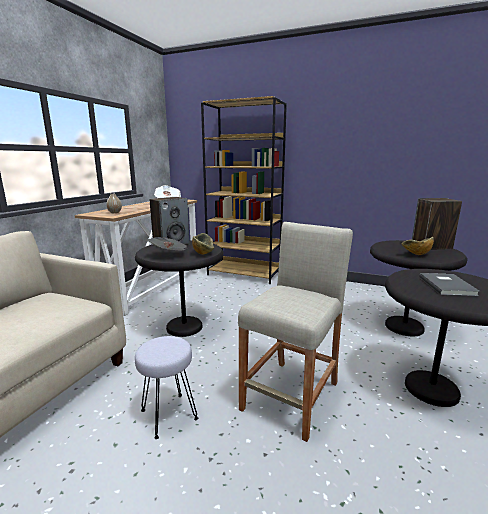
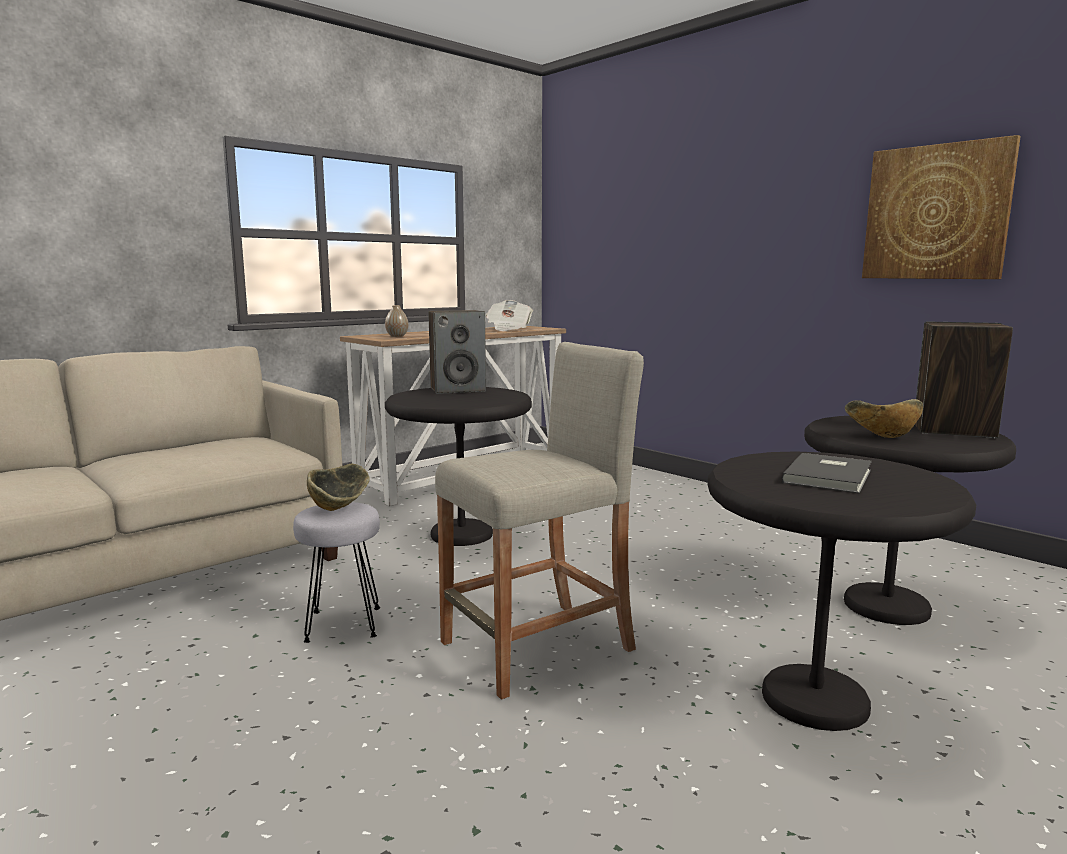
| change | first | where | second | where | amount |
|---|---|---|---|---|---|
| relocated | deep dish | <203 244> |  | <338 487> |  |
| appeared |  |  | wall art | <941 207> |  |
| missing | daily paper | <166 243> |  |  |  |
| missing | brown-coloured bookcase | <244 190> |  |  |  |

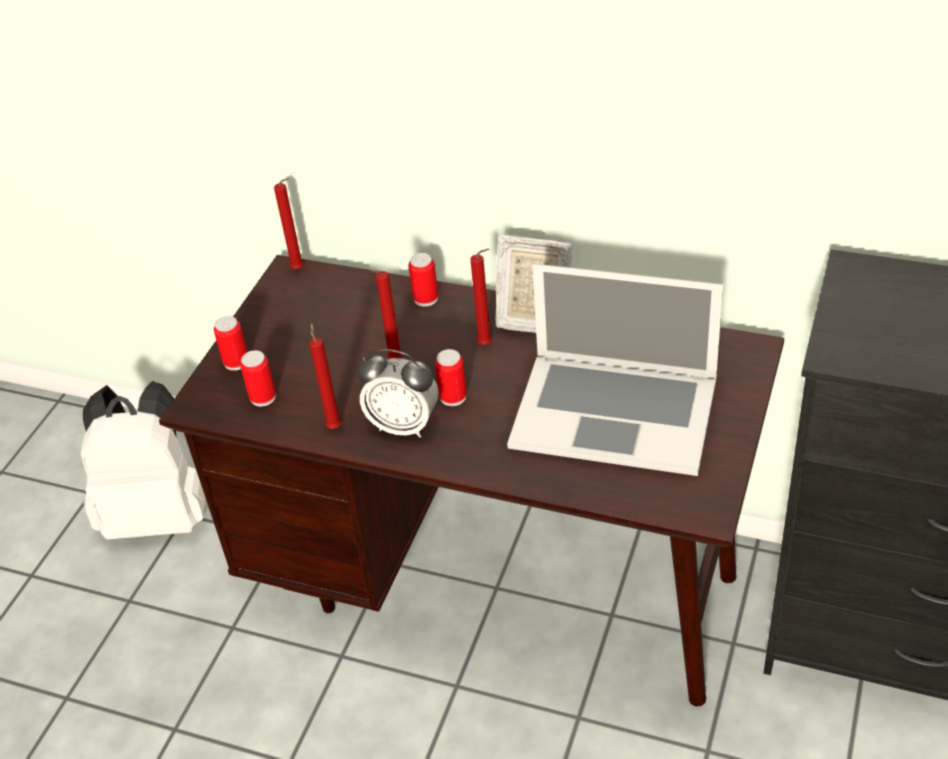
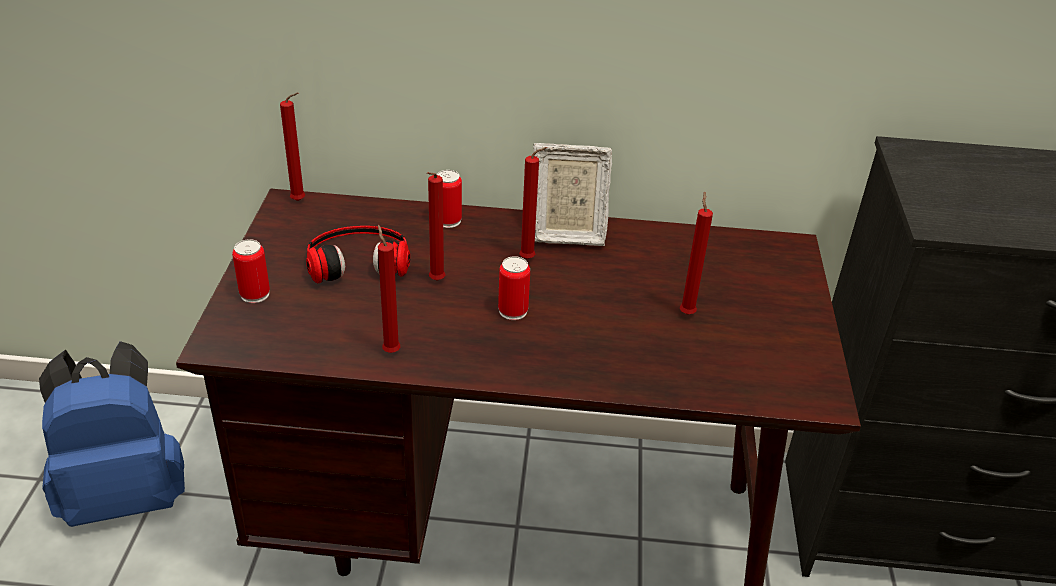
| change | first | where | second | where | amount |
|---|---|---|---|---|---|
| colour | white-coloured rucksack | <143 460> | blue rucksack | <112 434> |  |
| appeared |  |  | headset | <358 254> |  |
| exchanged | portable computer | <615 369> | reddish wax candle | <696 252> |  |
| missing | metal can | <258 378> |  |  |  |
| missing | bedside clock | <398 393> |  |  |  |

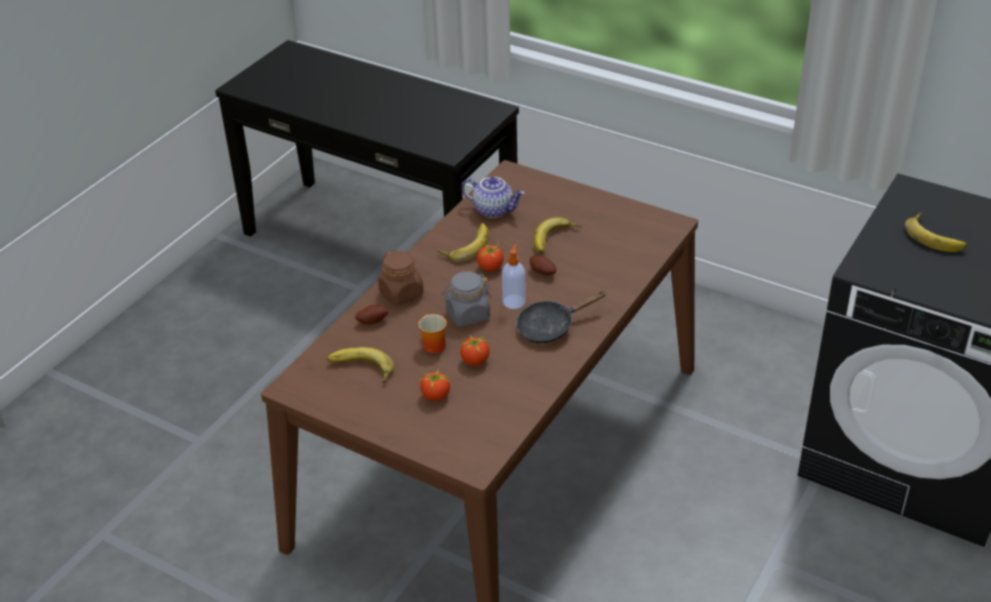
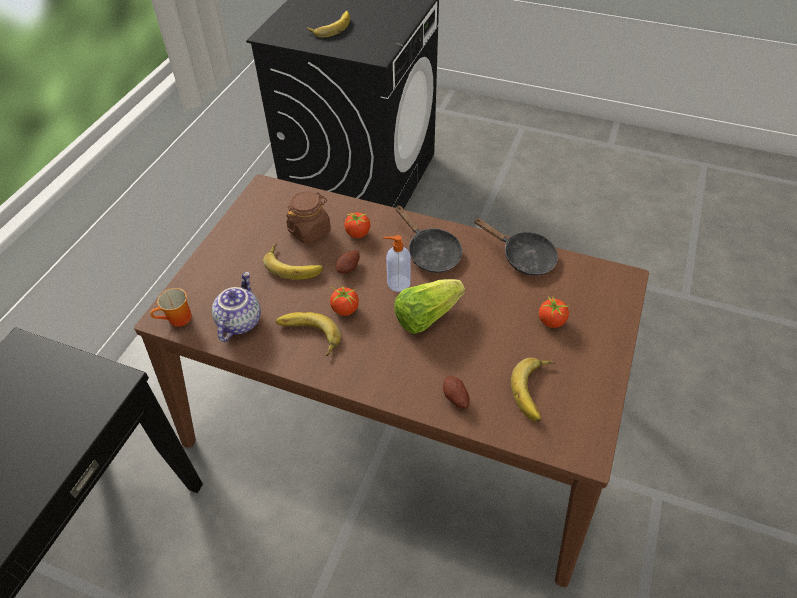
| change | first | where | second | where | amount |
|---|---|---|---|---|---|
| relocated | tea mug | <432 333> |  | <171 307> |  |
| relocated | brown-coloured storage jar | <401 277> |  | <308 217> |  |
| relocated | tomato | <474 350> |  | <357 225> |  |
| exchanged | gray storage jar | <466 299> | lettuce head | <429 306> |  |
| appeared |  |  | black-coloured frying pan | <516 247> |  |

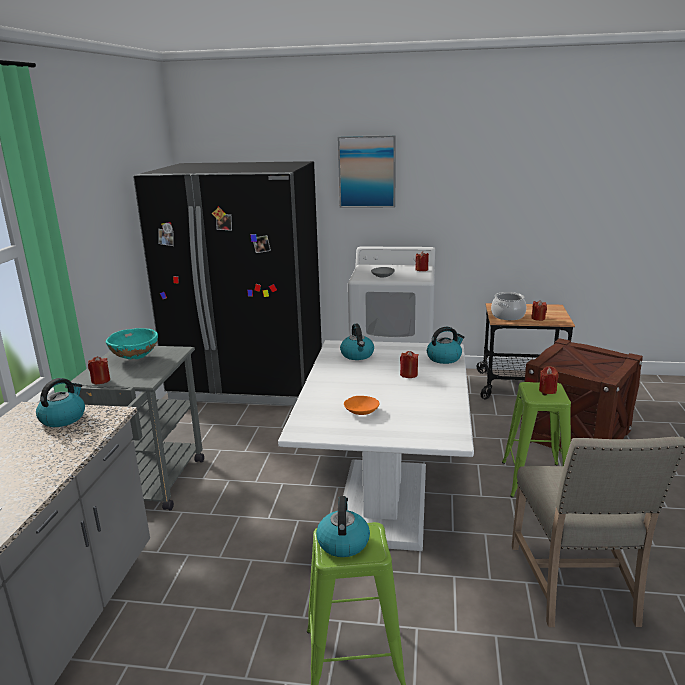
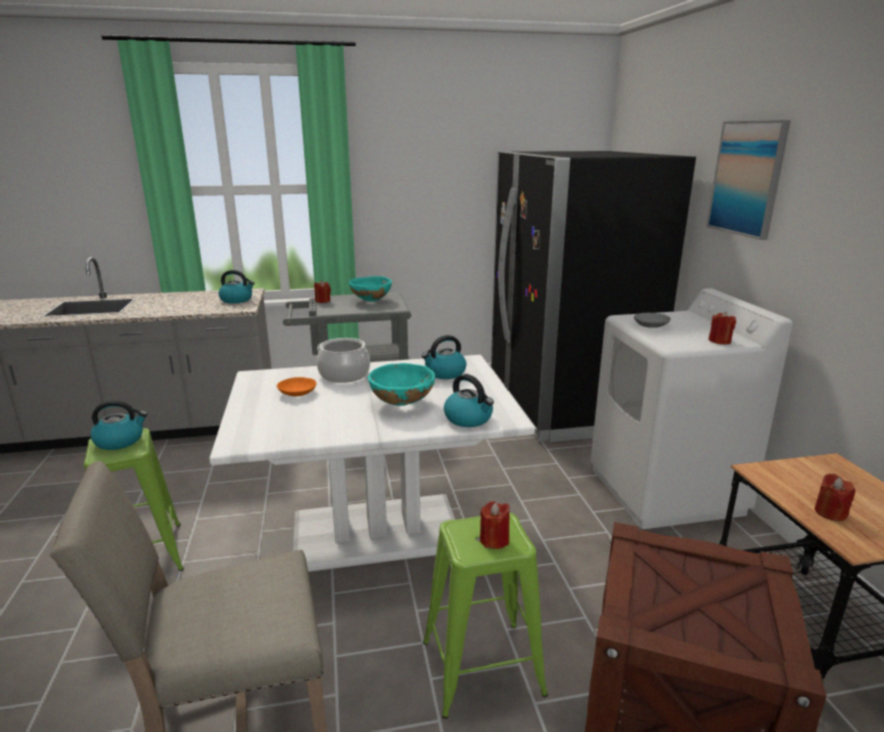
| change | first | where | second | where | amount |
|---|---|---|---|---|---|
| relocated | cooking pot | <508 306> |  | <343 360> |  |
| exchanged | reddish wax candle | <409 364> | turquoise deep dish | <401 384> |  |

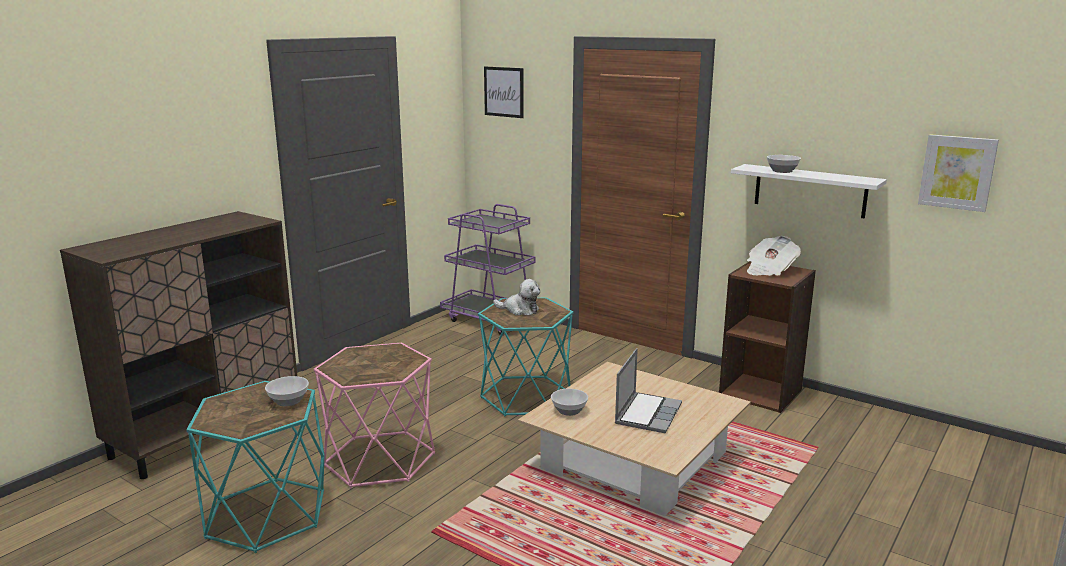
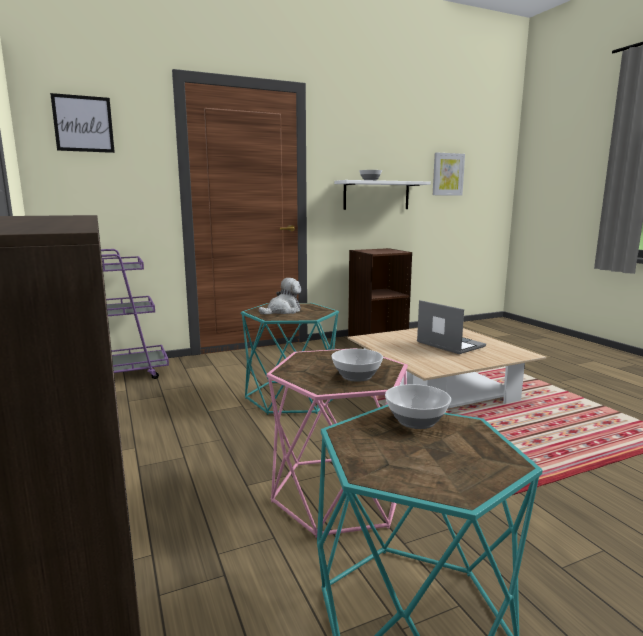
| change | first | where | second | where | amount |
|---|---|---|---|---|---|
| relocated | deep dish | <569 402> |  | <357 365> |  |
| missing | daily paper | <774 256> |  |  |  |

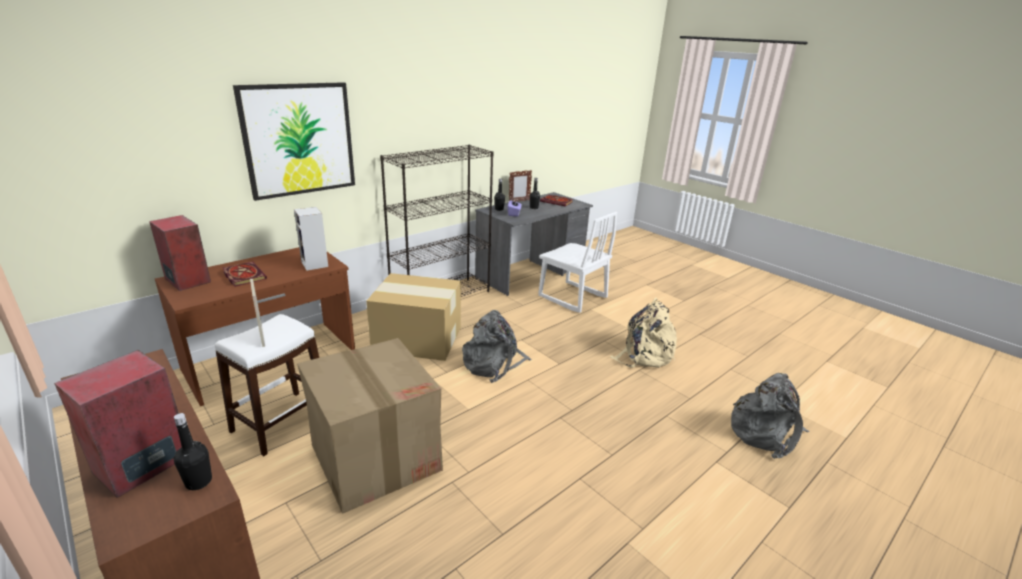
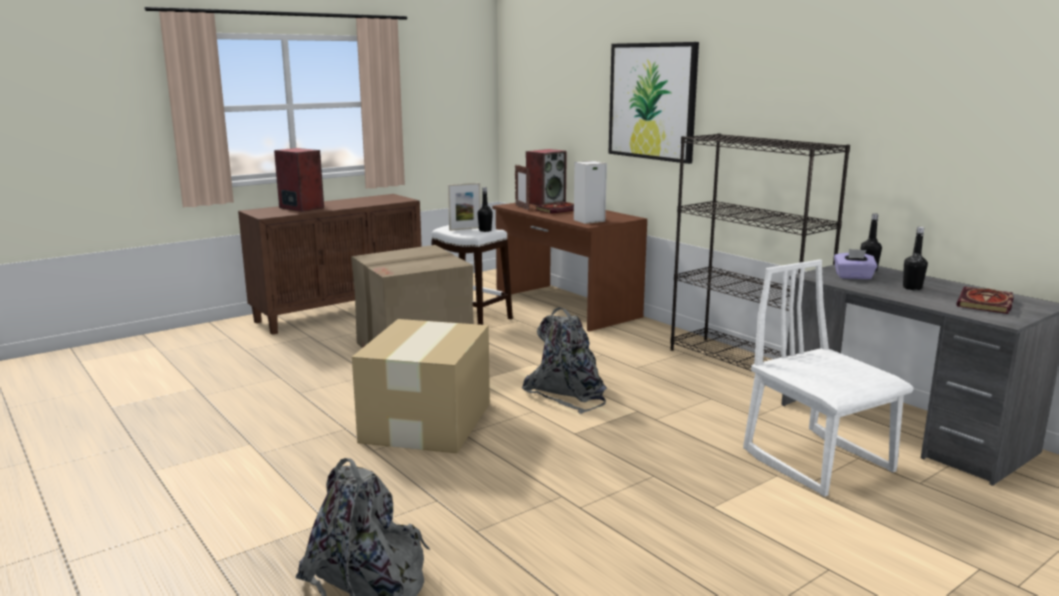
| change | first | where | second | where | amount |
|---|---|---|---|---|---|
| relocated | packing box | <413 317> |  | <421 386> |  |
| relocated | black-coloured beverage bottle | <193 451> |  | <485 209> |  |
| relocated | standing frame | <520 186> |  | <522 188> |  |
| spun | white-coloured upright chair | <577 262> |  | <828 378> | 105 degrees clockwise |
| missing | beige rucksack | <643 332> |  |  |  |

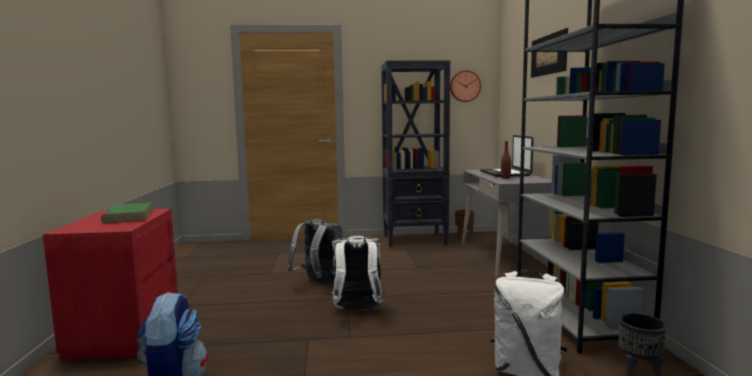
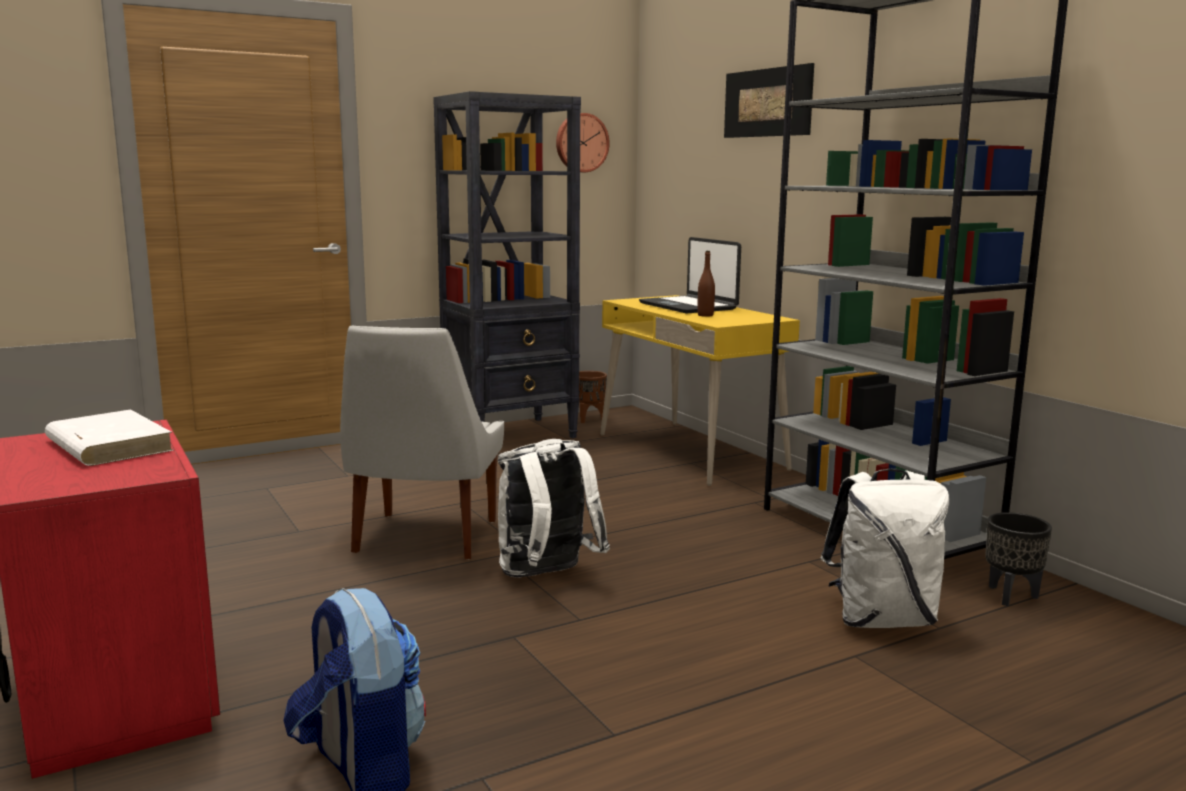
| change | first | where | second | where | amount |
|---|---|---|---|---|---|
| colour | green-coloured book | <127 213> | white-coloured book | <109 437> |  |
| exchanged | gray rucksack | <314 252> | white-coloured upright chair | <422 443> |  |
| colour | gray desk | <507 224> | yellow desk | <700 390> |  |

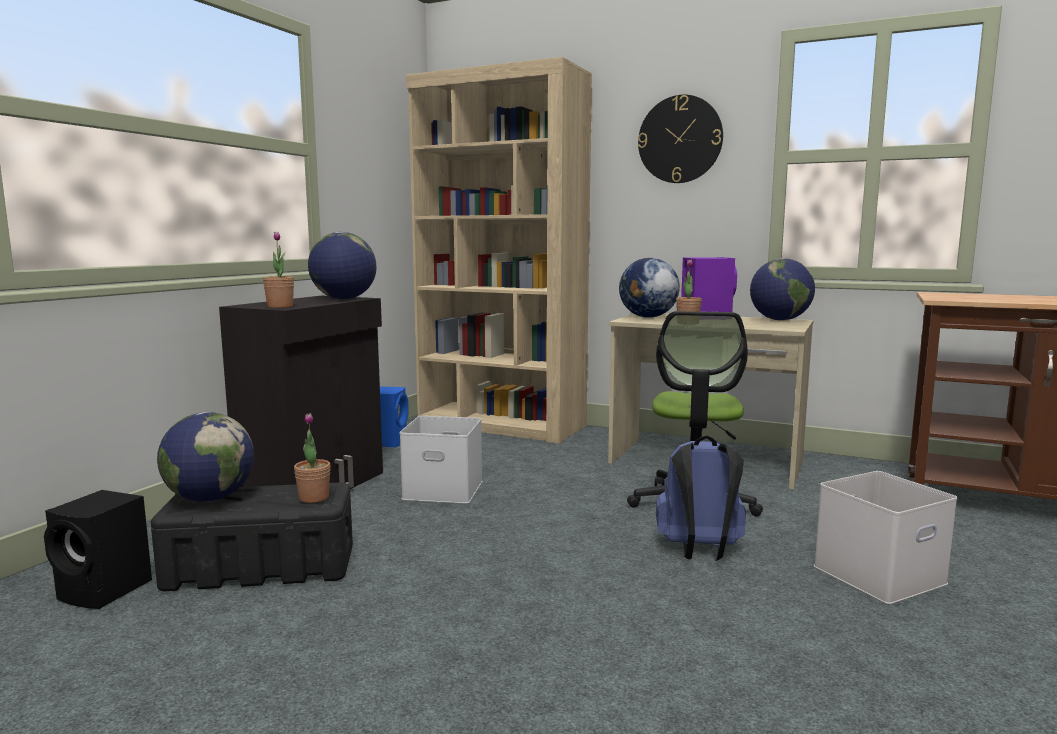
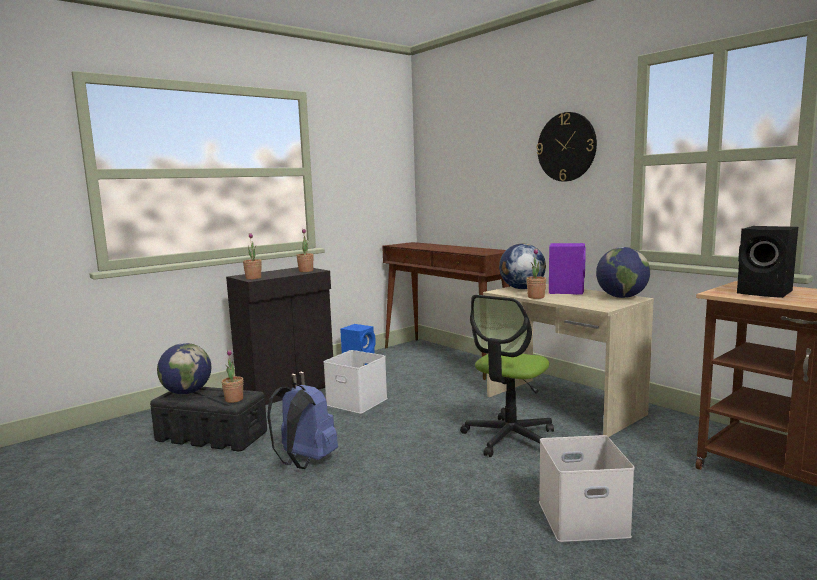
| change | first | where | second | where | amount |
|---|---|---|---|---|---|
| relocated | blue rucksack | <701 498> |  | <302 426> |  |
| exchanged | desk globe | <342 265> | houseplant | <305 250> |  |
| exchanged | beige bookcase | <499 250> | brown-coloured narrow table | <446 311> |  |
| relocated | black-coloured audio speaker | <98 549> |  | <767 262> |  |

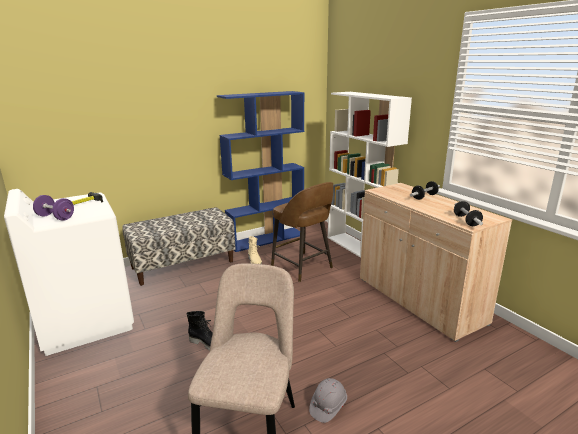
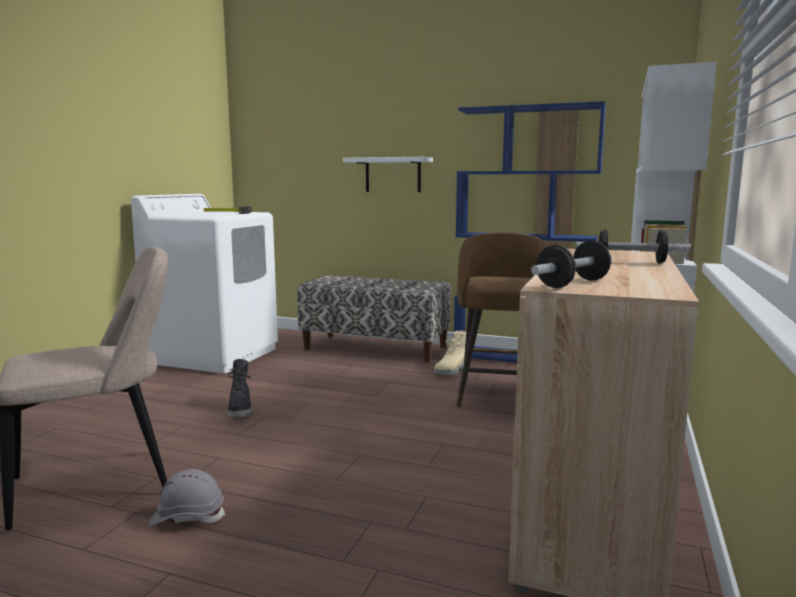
| change | first | where | second | where | amount |
|---|---|---|---|---|---|
| appeared |  |  | white-coloured shelf | <388 174> |  |
| missing | purplish dumbbell | <53 208> |  |  |  |

